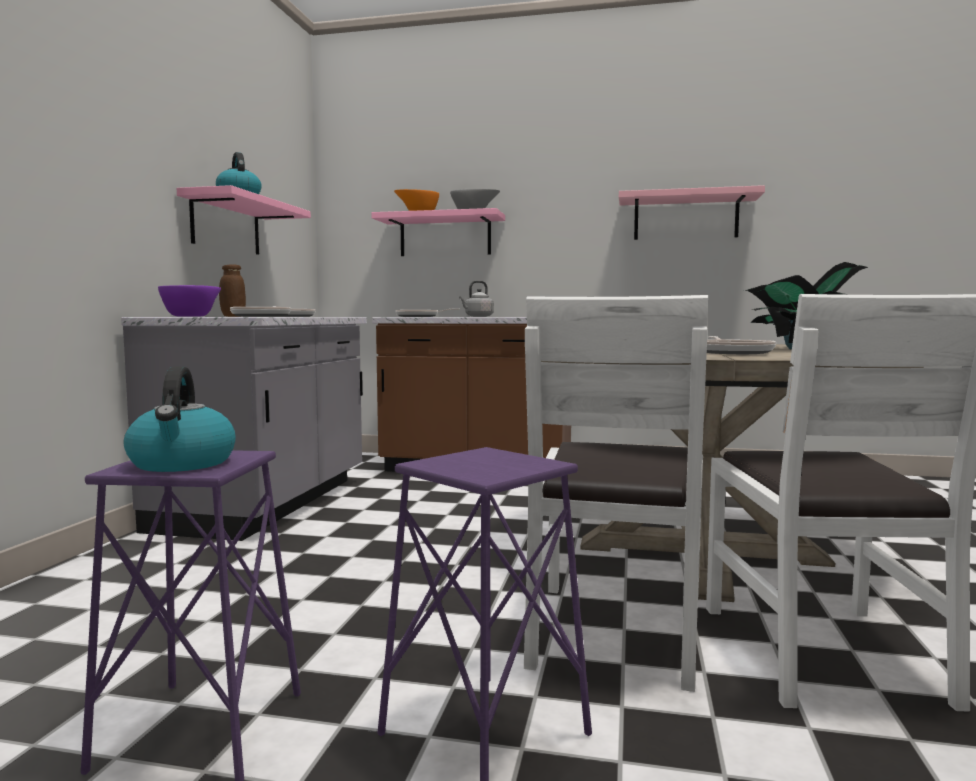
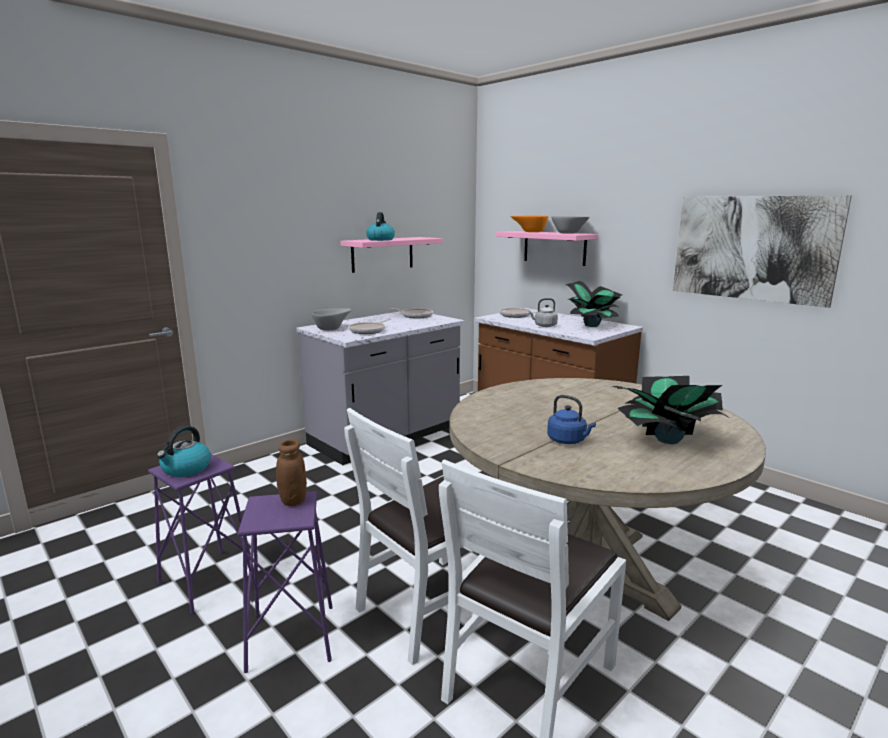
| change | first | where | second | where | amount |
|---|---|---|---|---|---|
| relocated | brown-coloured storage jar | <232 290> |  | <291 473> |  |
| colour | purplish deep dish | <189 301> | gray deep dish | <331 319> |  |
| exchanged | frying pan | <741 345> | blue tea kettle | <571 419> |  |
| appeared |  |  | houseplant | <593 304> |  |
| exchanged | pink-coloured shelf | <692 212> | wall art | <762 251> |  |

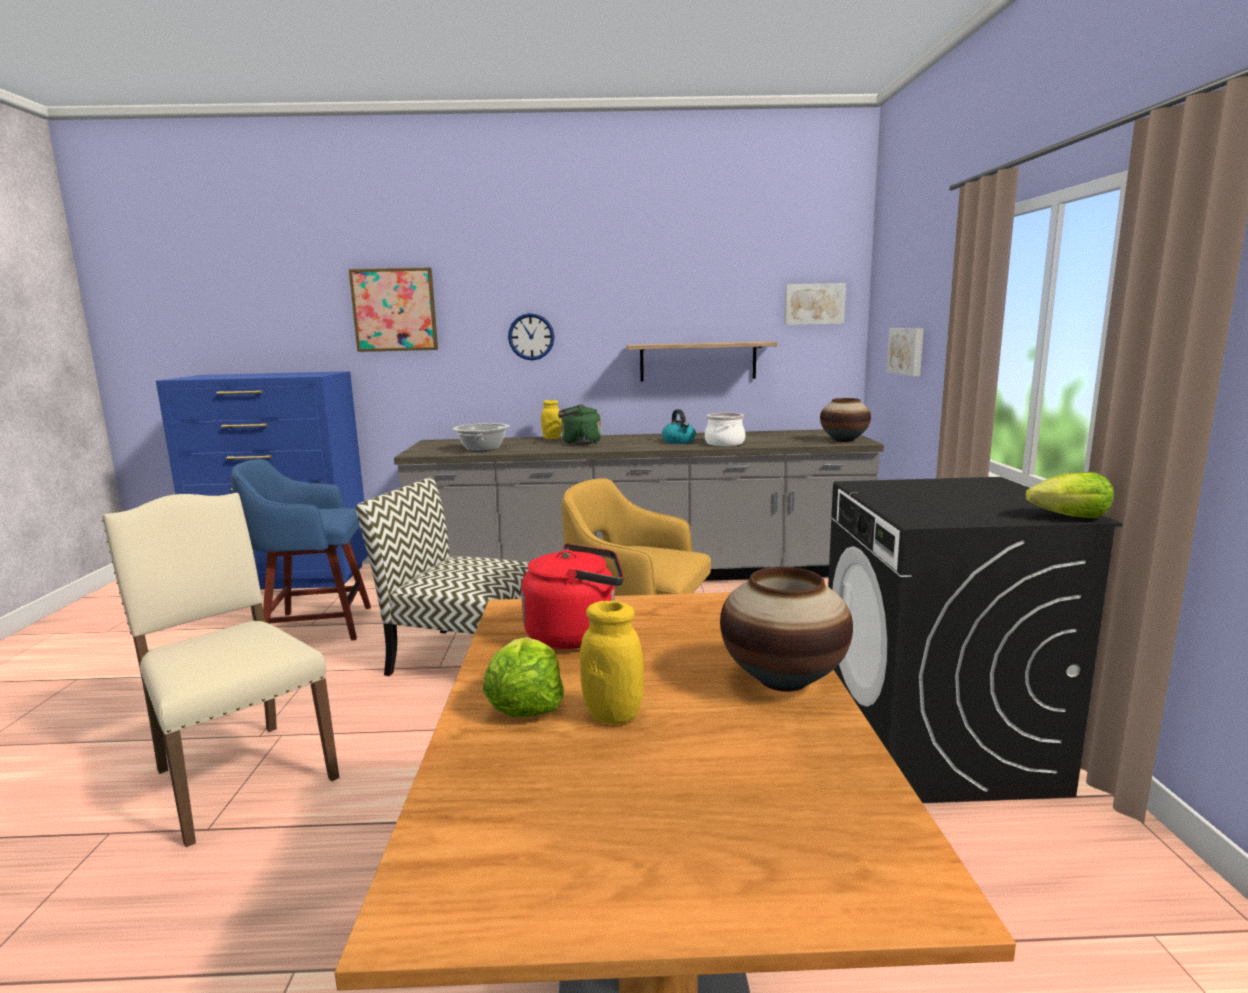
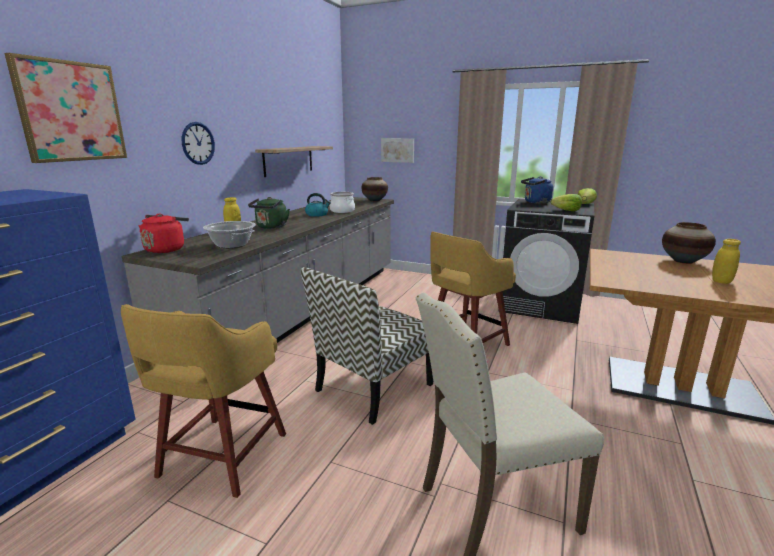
| change | first | where | second | where | amount |
|---|---|---|---|---|---|
| colour | blue sitting stool | <301 550> | yellow sitting stool | <203 401> |  |
| relocated | reddish tea kettle | <572 596> |  | <163 233> |  |
| appeared |  |  | blue tea kettle | <537 190> |  |
| relocated | lettuce head | <523 677> |  | <566 202> |  |
| missing | wall art | <815 304> |  |  |  |

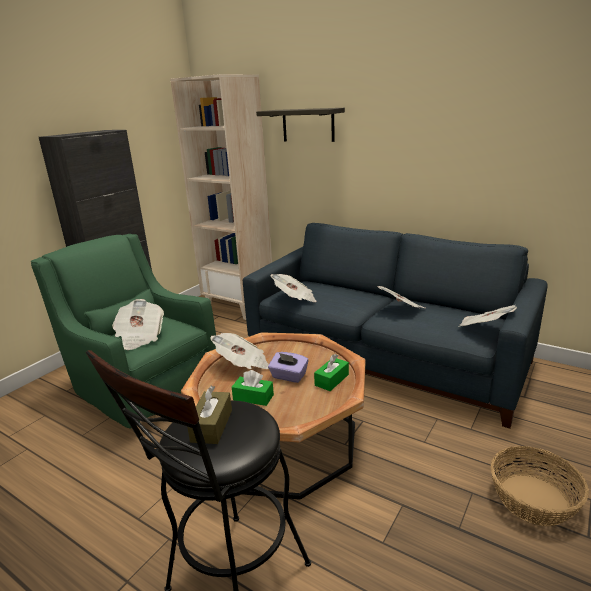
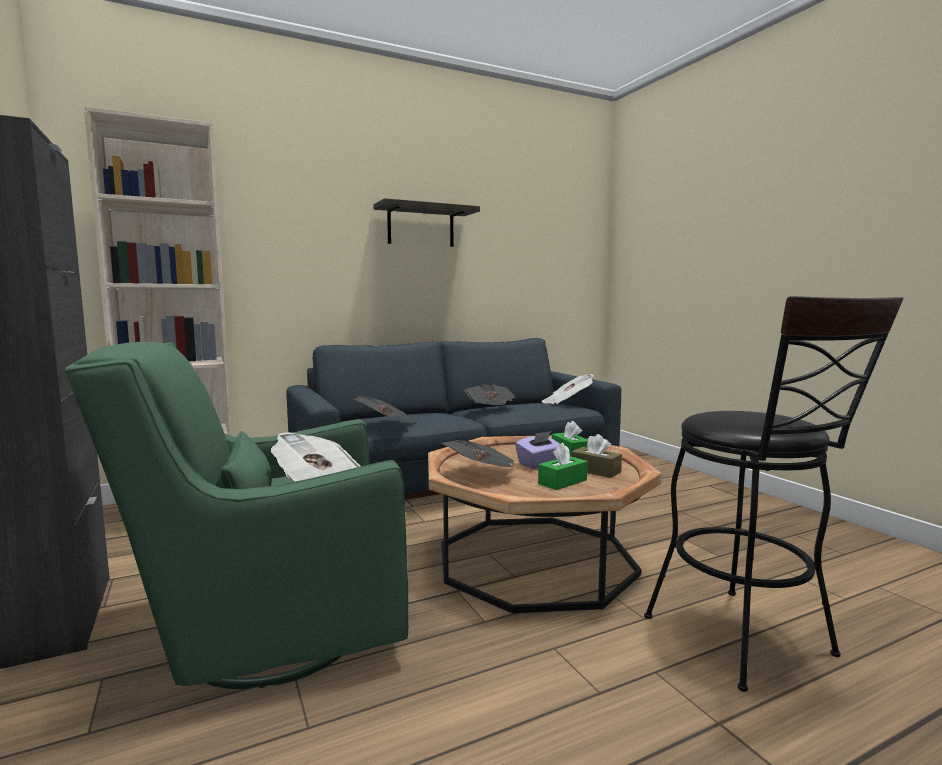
| change | first | where | second | where | amount |
|---|---|---|---|---|---|
| relocated | shelf | <300 125> |  | <427 222> |  |
| relocated | brown-coloured tissue box | <209 415> |  | <597 456> |  |
| missing | storage basket | <540 486> |  |  |  |

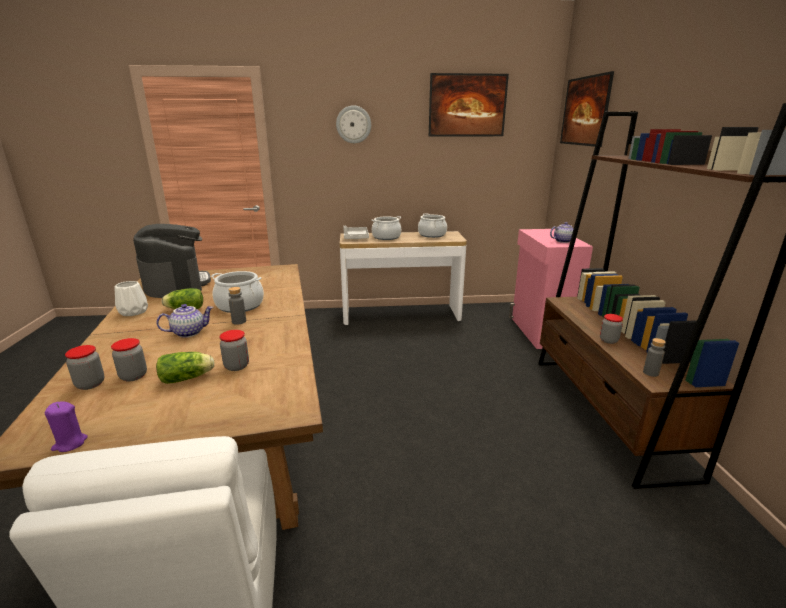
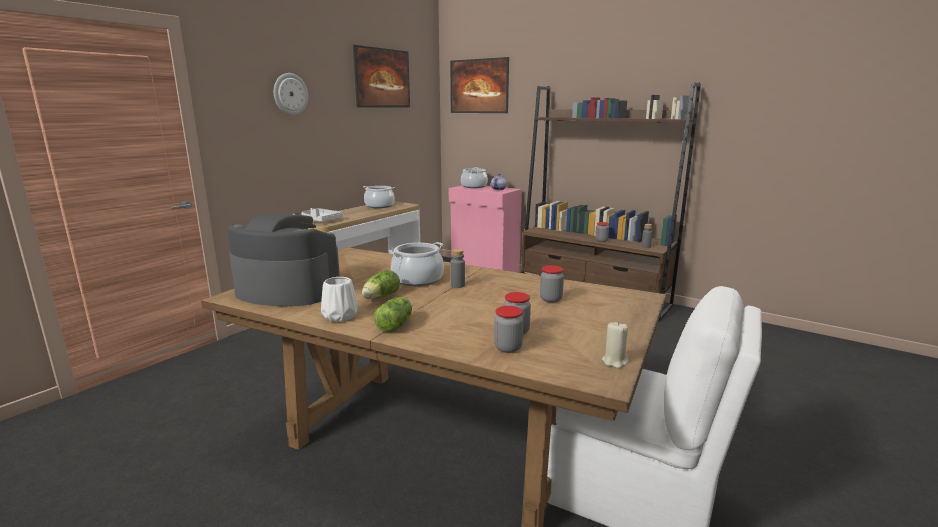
| change | first | where | second | where | amount |
|---|---|---|---|---|---|
| relocated | lettuce head | <185 368> |  | <393 314> |  |
| relocated | cooking pot | <386 228> |  | <474 177> |  |
| colour | purplish wax candle | <66 427> | beige wax candle | <615 344> |  |
| missing | pot for tea | <185 321> |  |  |  |

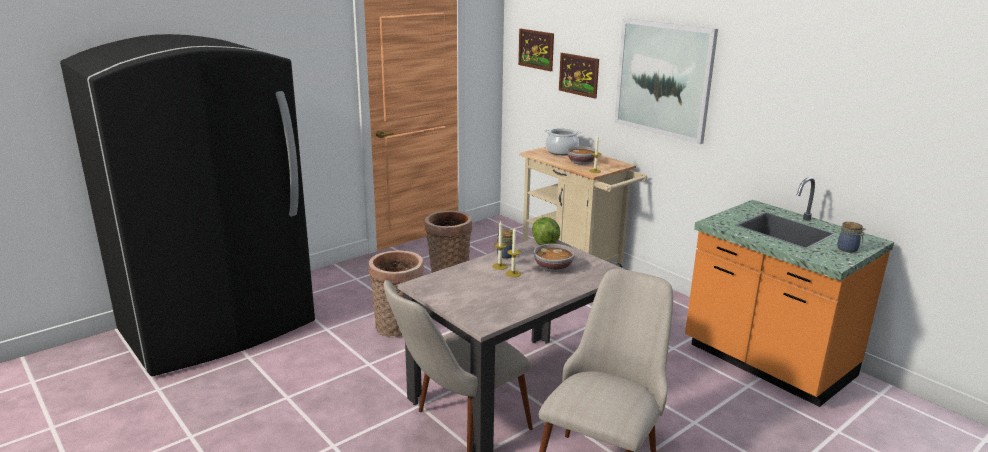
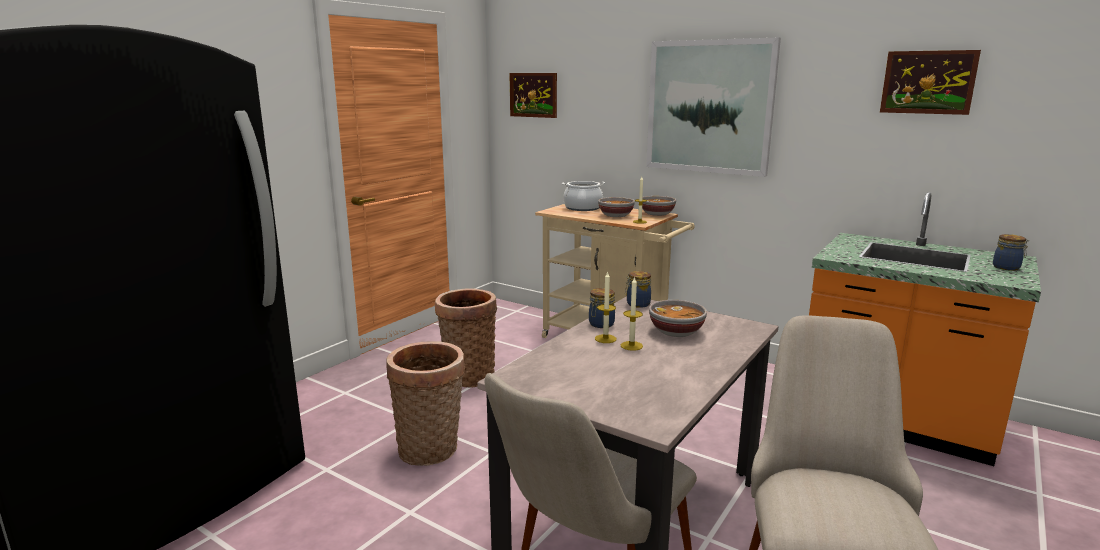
| change | first | where | second | where | amount |
|---|---|---|---|---|---|
| exchanged | lettuce head | <546 231> | storage jar | <638 289> |  |
| appeared |  |  | deep dish | <659 206> |  |
| relocated | wall art | <579 76> |  | <930 82> |  |

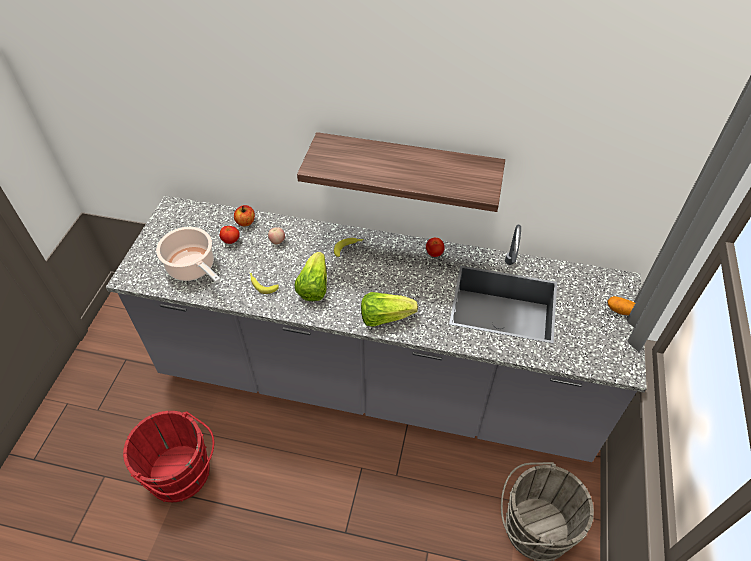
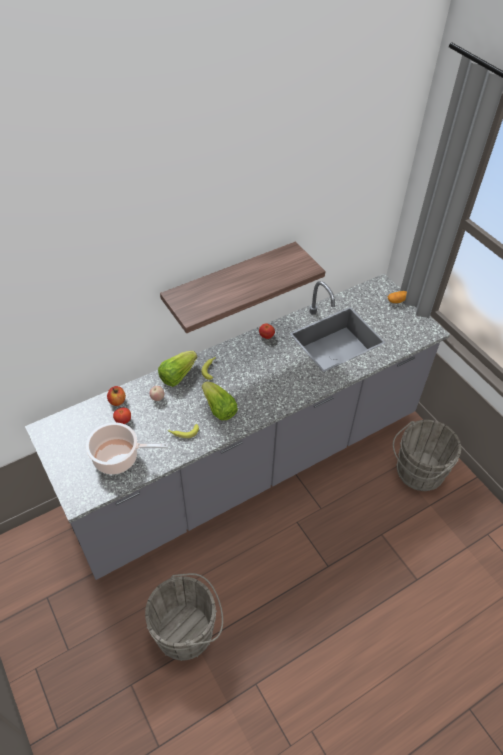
| change | first | where | second | where | amount |
|---|---|---|---|---|---|
| colour | reddish bucket | <168 456> | gray bucket | <184 617> |  |
| relocated | lettuce head | <389 309> |  | <177 369> |  |

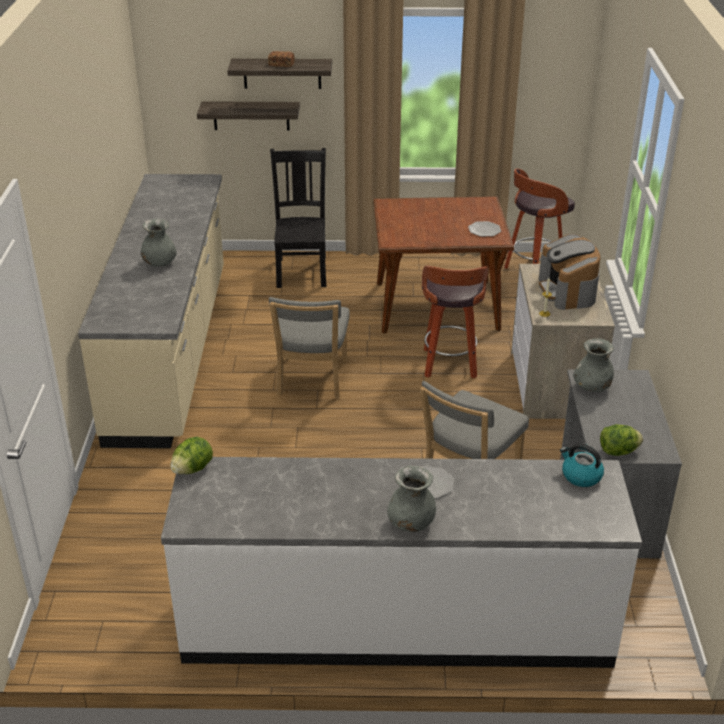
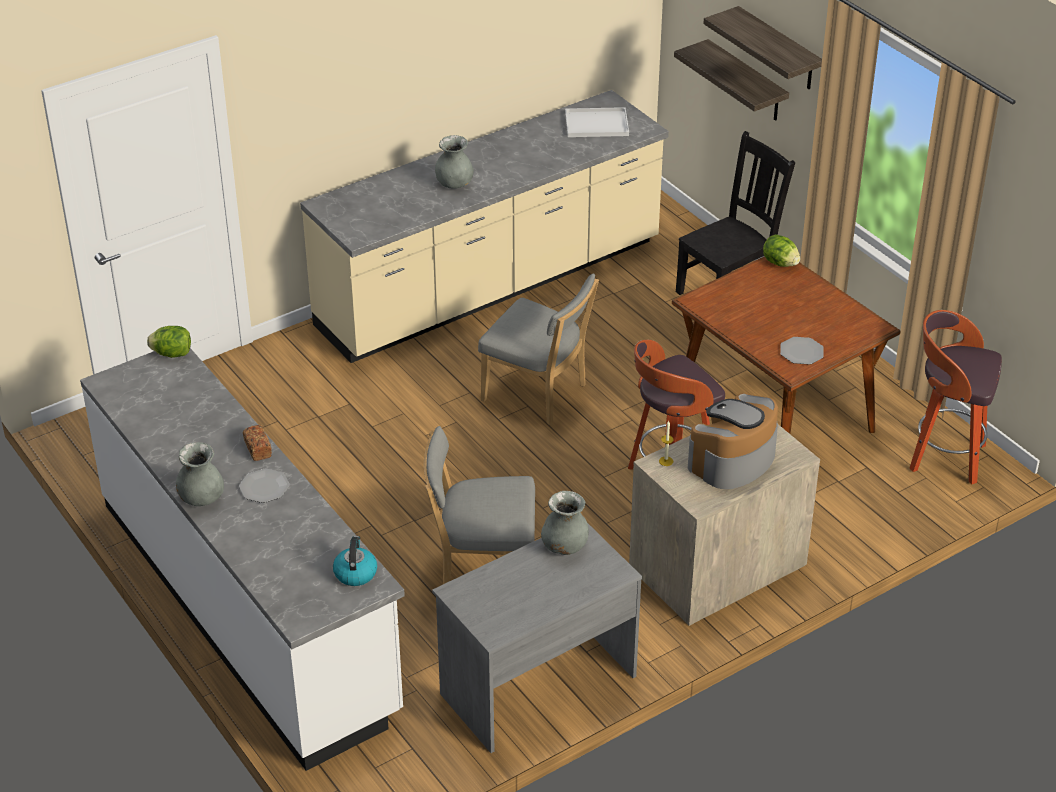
| change | first | where | second | where | amount |
|---|---|---|---|---|---|
| relocated | bakery bread | <281 59> |  | <257 443> |  |
| spun | gray upright chair | <309 347> |  | <538 349> | 120 degrees counterclockwise |
| appeared |  |  | white-coloured serving tray | <597 122> |  |
| relocated | lettuce head | <621 440> |  | <781 250> |  |

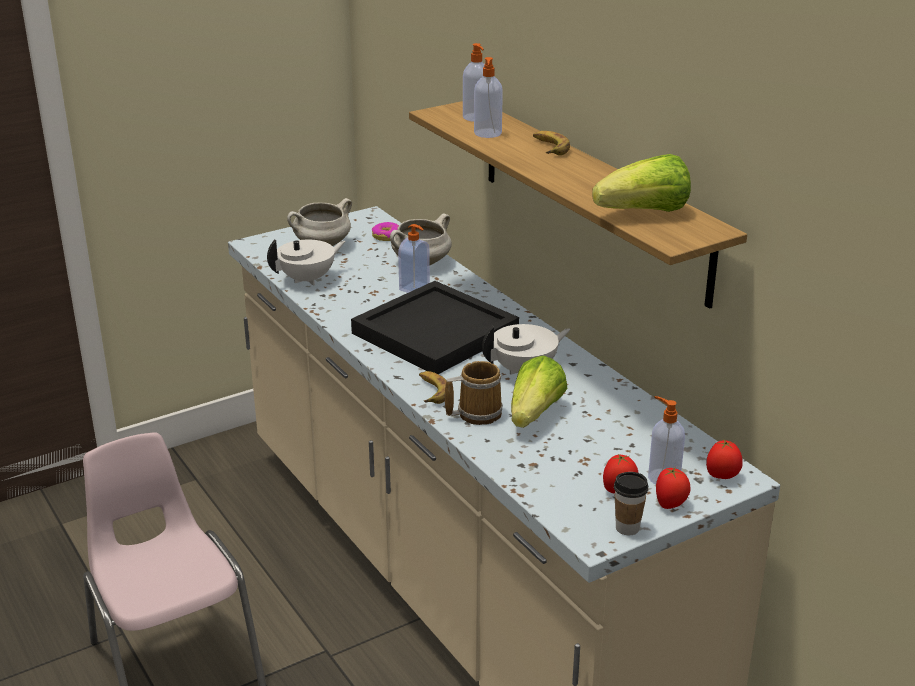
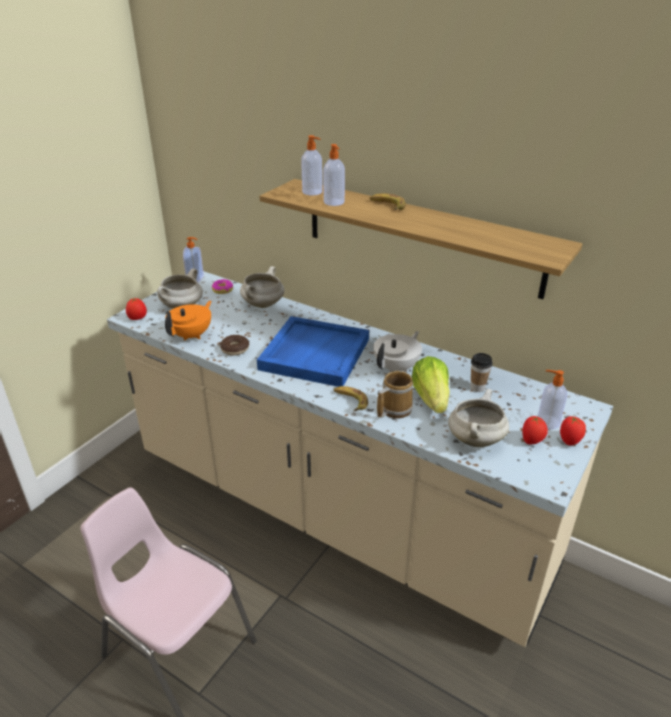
| change | first | where | second | where | amount |
|---|---|---|---|---|---|
| relocated | tomato | <724 459> |  | <136 309> |  |
| colour | white-coloured pot for tea | <306 263> | orange-coloured pot for tea | <188 321> |  |
| relocated | soap bottle | <414 258> |  | <193 260> |  |
| appeared |  |  | ring doughnut | <234 345> |  |
| colour | black-coloured serving tray | <435 327> | blue serving tray | <313 351> |  |
| appeared |  |  | white-coloured cooking pot | <478 418> |  |
| relocated | cup | <631 503> |  | <481 372> |  |
| missing | lettuce head | <641 183> |  |  |  |

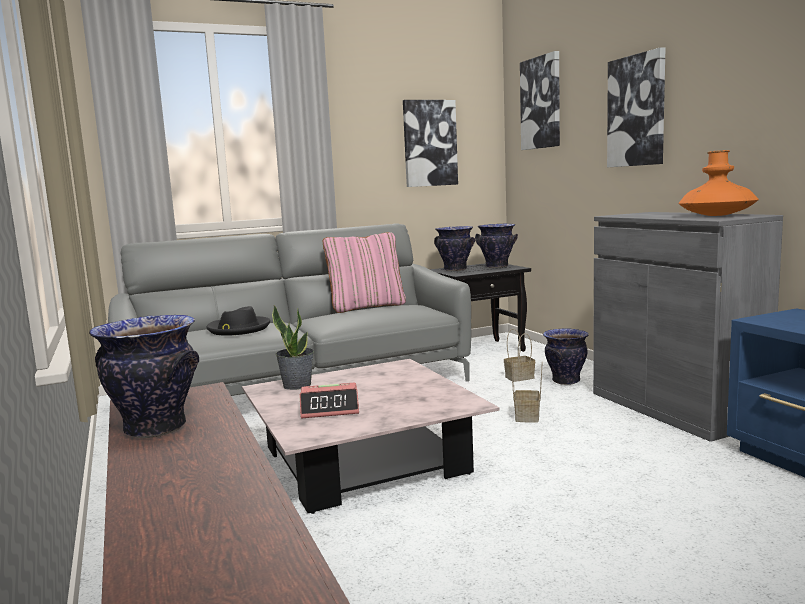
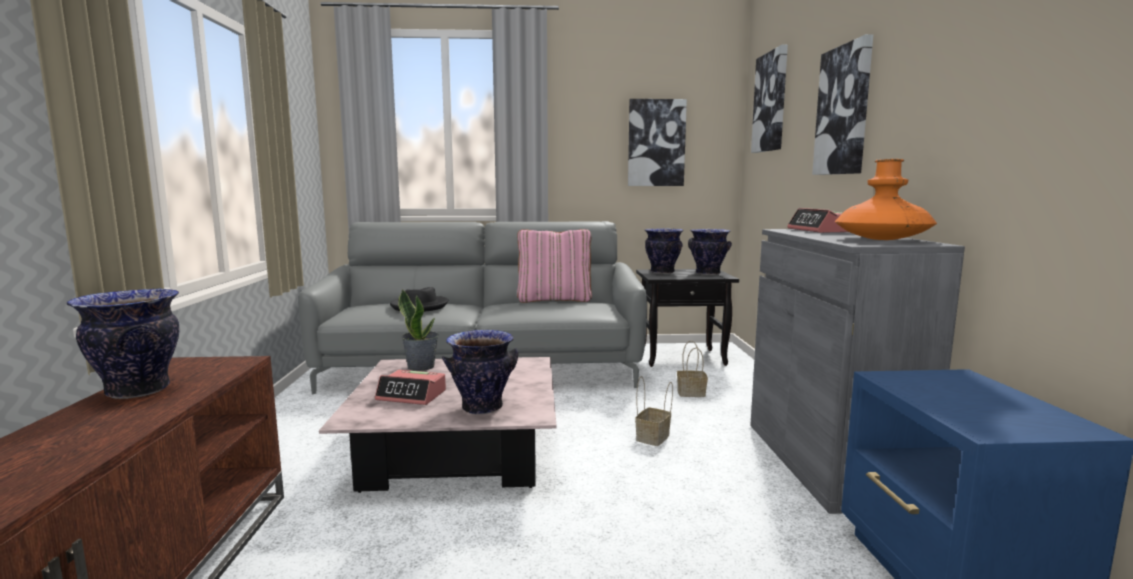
| change | first | where | second | where | amount |
|---|---|---|---|---|---|
| relocated | flower vase | <566 356> |  | <480 372> |  |
| appeared |  |  | bedside clock | <818 220> |  |

